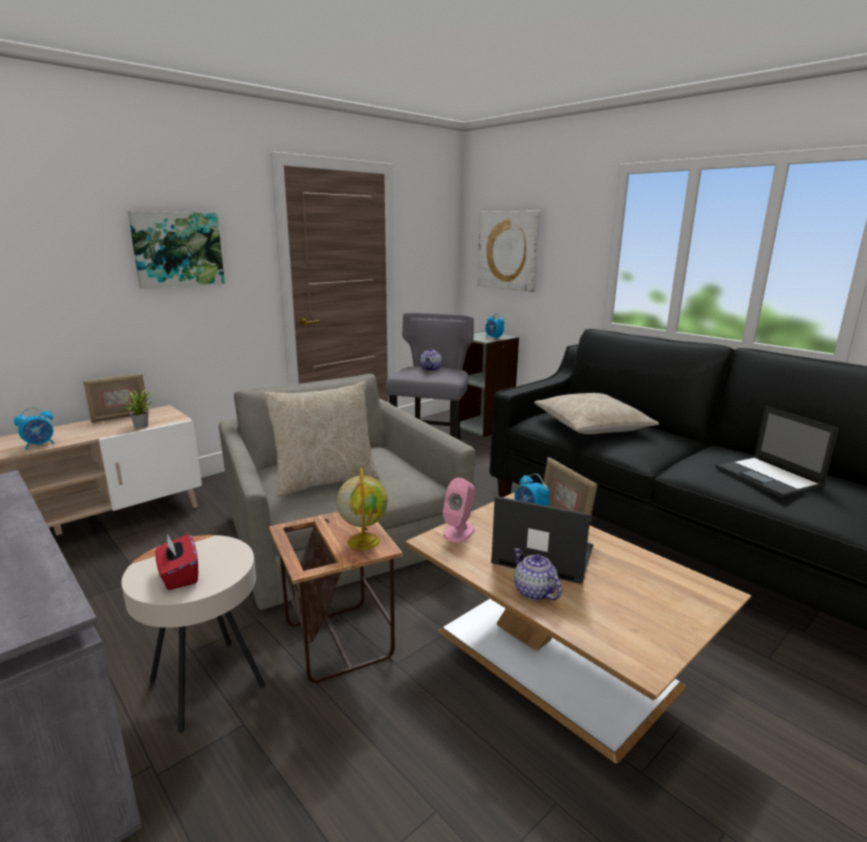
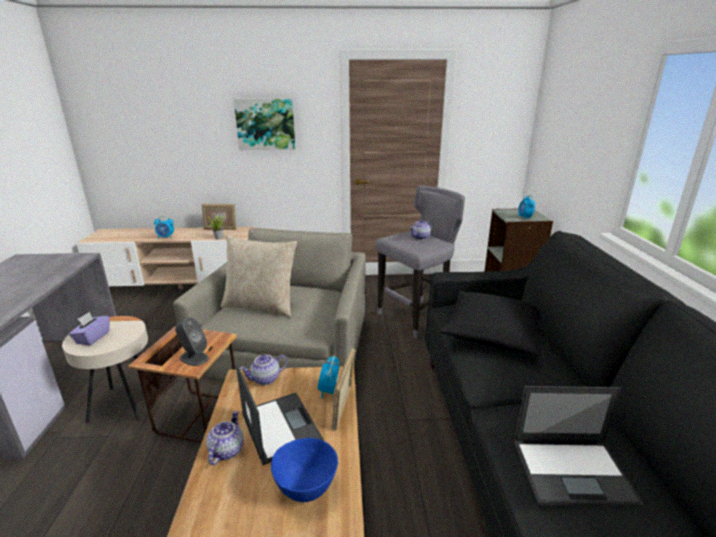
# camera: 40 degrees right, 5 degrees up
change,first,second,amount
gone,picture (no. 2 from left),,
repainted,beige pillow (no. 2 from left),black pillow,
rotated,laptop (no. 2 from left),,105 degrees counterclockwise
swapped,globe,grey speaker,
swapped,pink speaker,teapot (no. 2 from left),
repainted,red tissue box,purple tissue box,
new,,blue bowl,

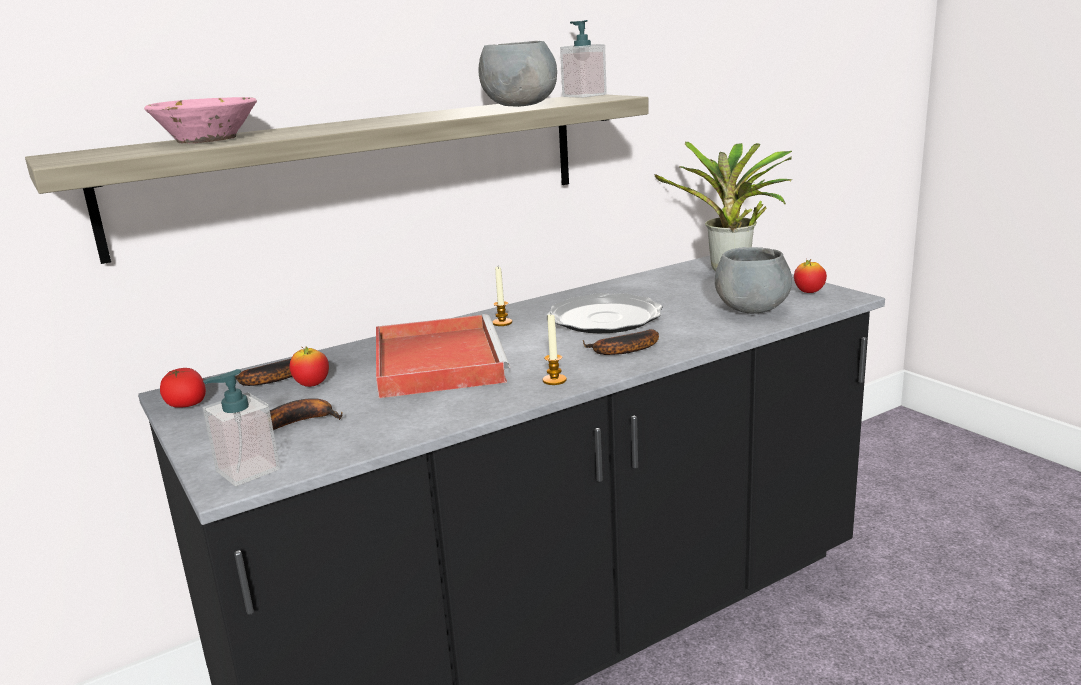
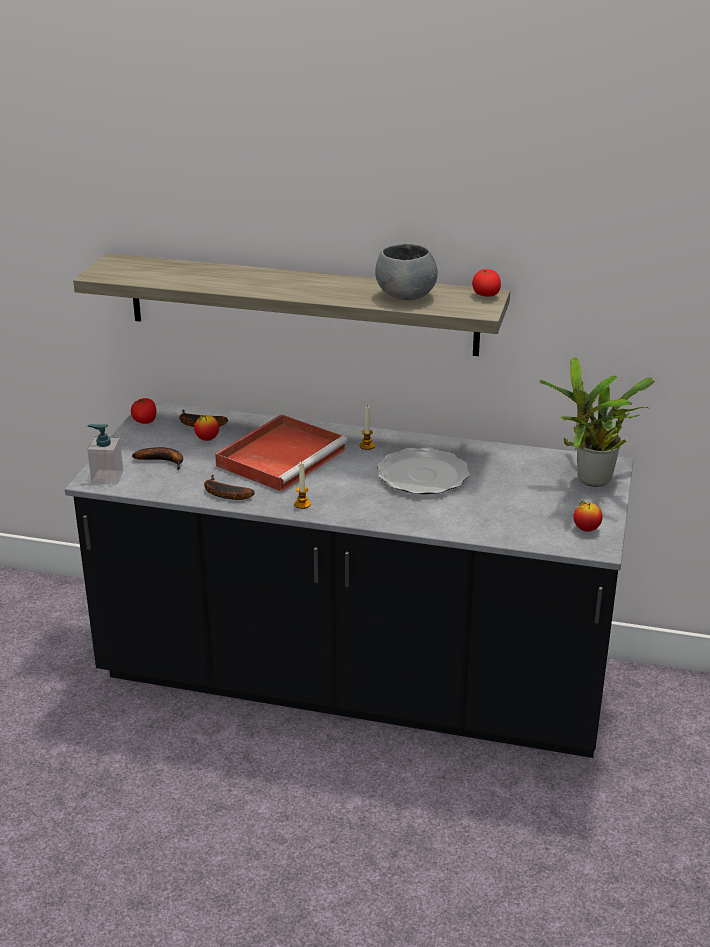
# camera: 45 degrees right, 10 degrees up
change,first,second,amount
swapped,soap dispenser (no. 2 from left),tomato (no. 2 from left),
gone,pink bowl,,
gone,grey bowl (no. 2 from left),,
shifted,banana (no. 3 from left),,

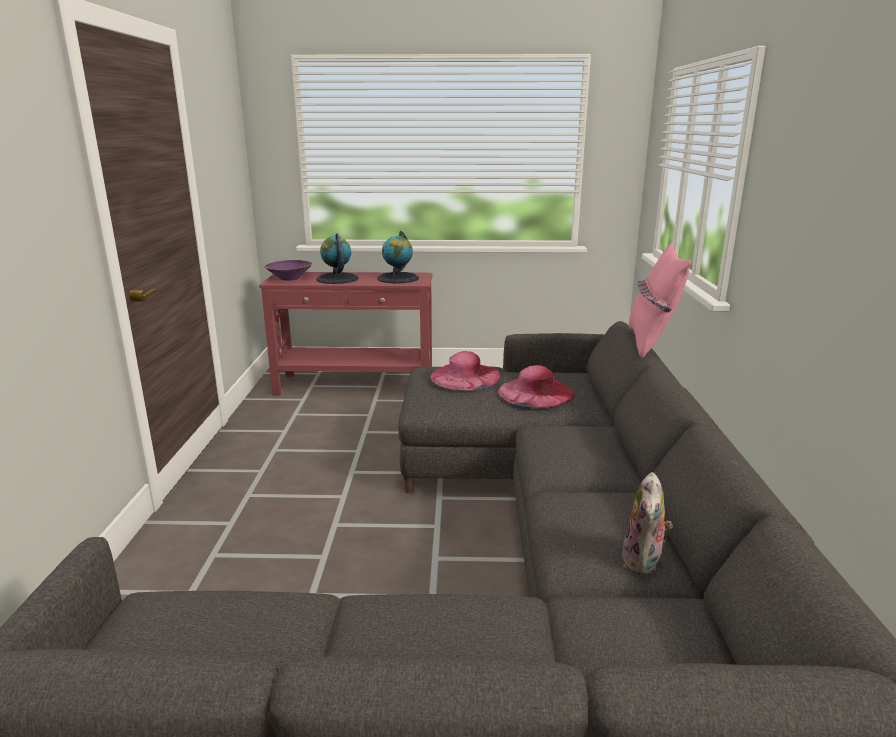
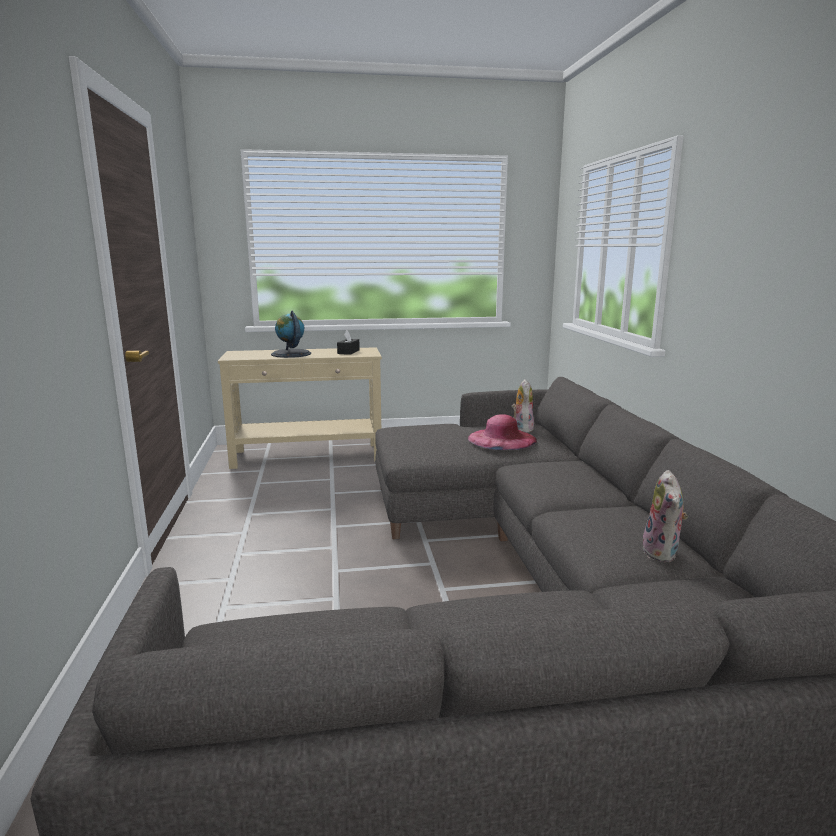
# camera: 10 degrees left, 5 degrees down
change,first,second,amount
swapped,globe (no. 2 from left),black tissue box,
gone,pink pillow,,
gone,purple bowl,,
repainted,red console table,beige console table,
gone,pink hat (no. 1 from left),,
new,,plush toy (no. 1 from left),

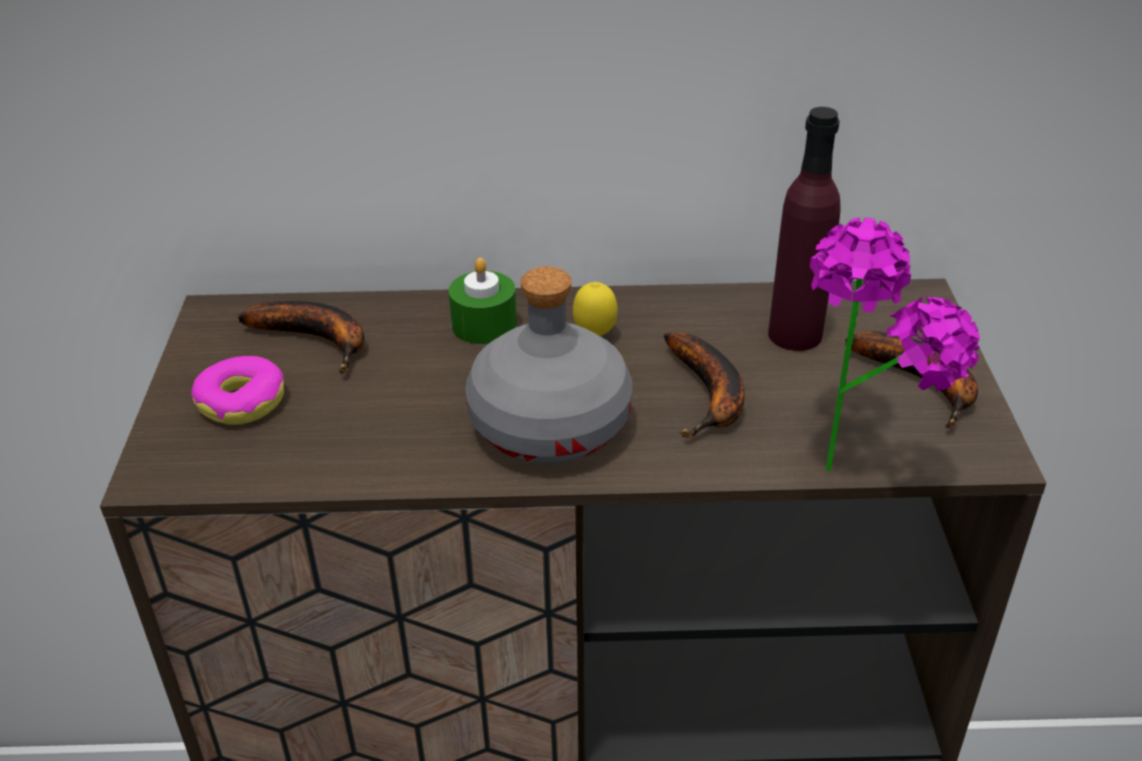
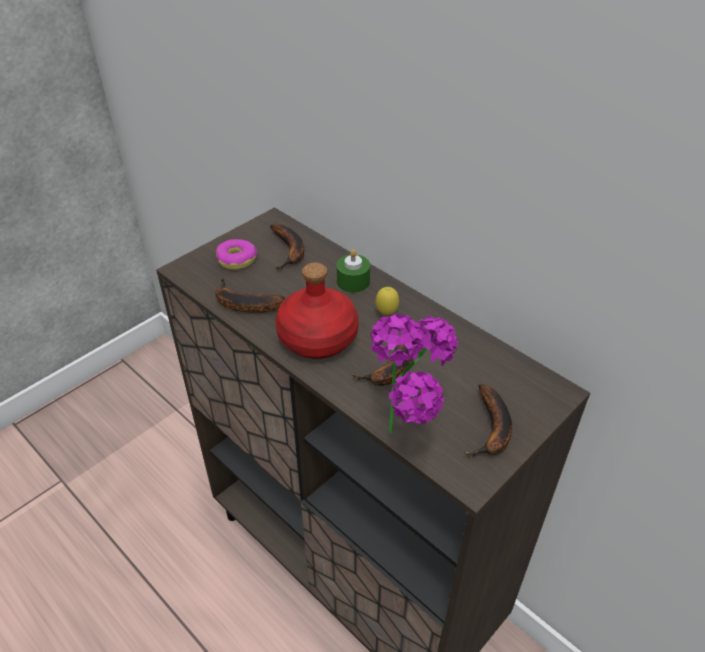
# camera: 45 degrees right, 5 degrees up
change,first,second,amount
gone,purple bottle,,
repainted,grey bottle,red bottle,
new,,banana (no. 1 from left),

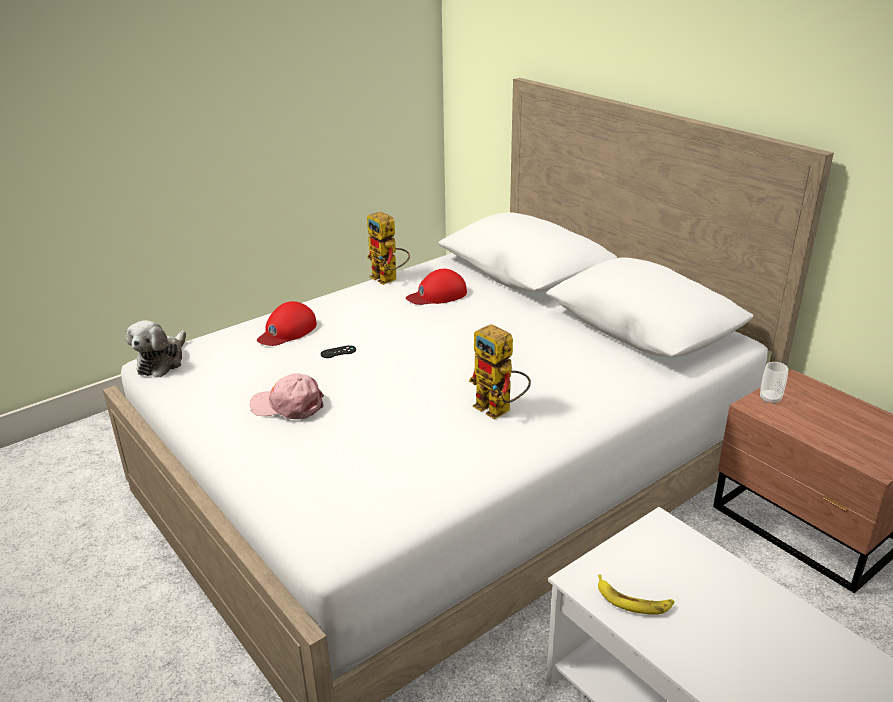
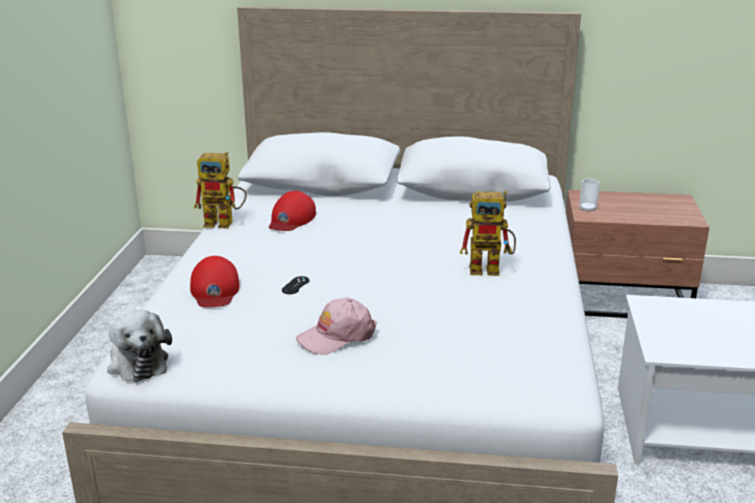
# camera: 45 degrees left, 5 degrees down
change,first,second,amount
gone,banana,,

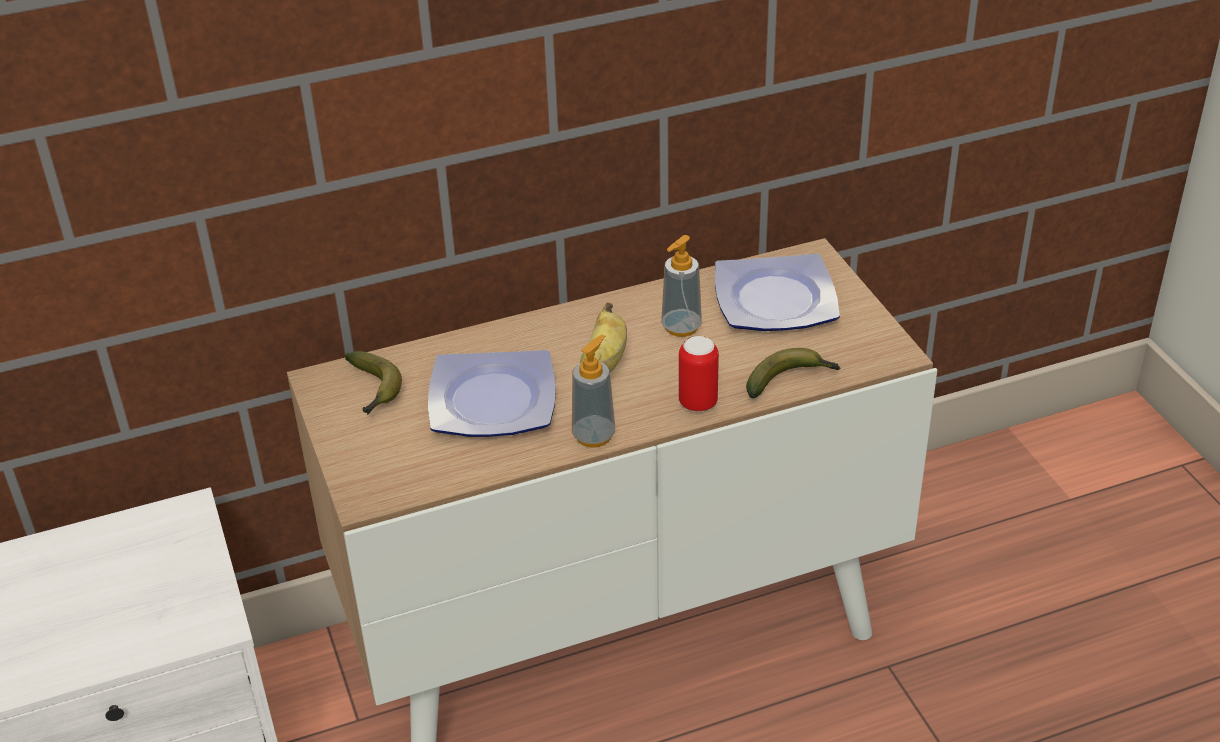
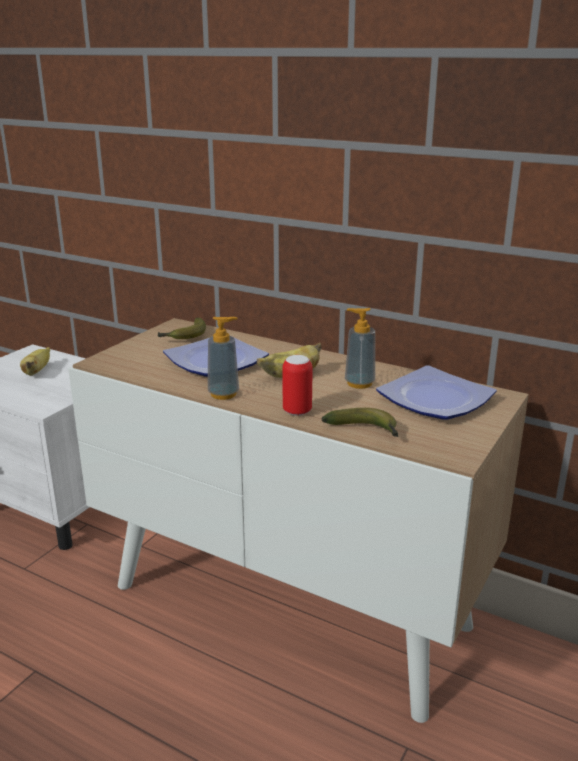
# camera: 50 degrees right, 15 degrees down
change,first,second,amount
new,,banana (no. 1 from left),

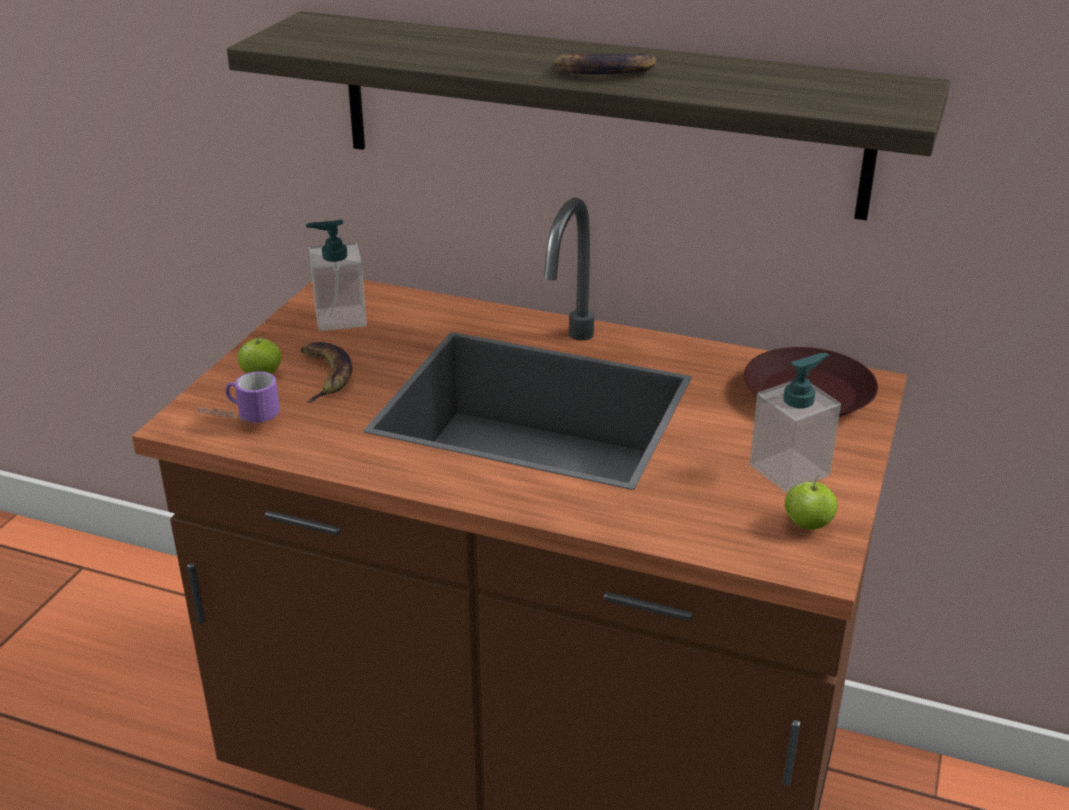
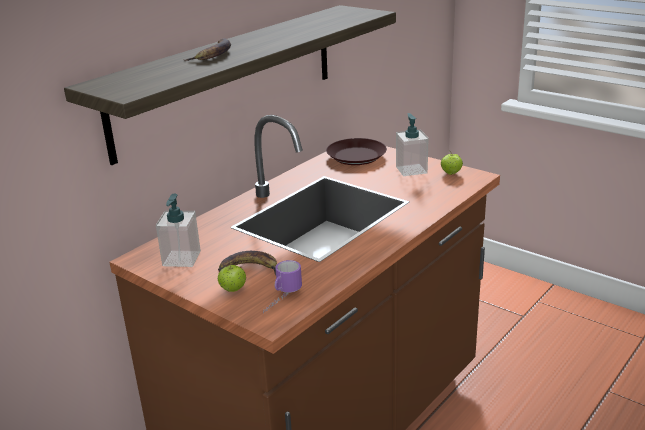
# camera: 70 degrees left, 5 degrees down
change,first,second,amount
shifted,banana (no. 2 from left in the first image),banana (no. 1 from left),

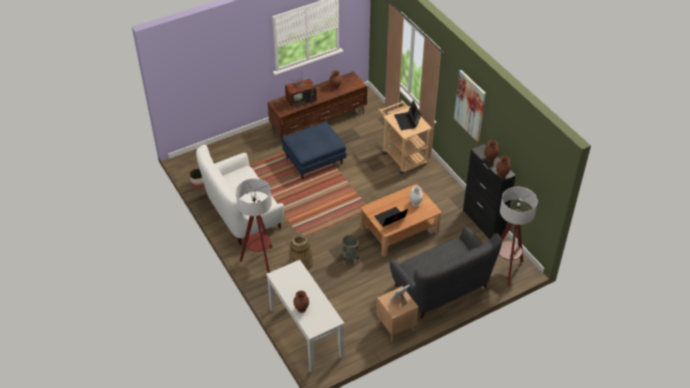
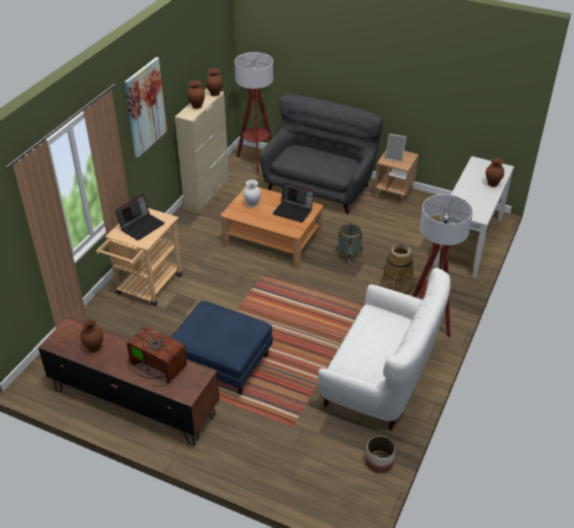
# camera: 125 degrees left, 5 degrees down
change,first,second,amount
repainted,black cabinet,beige cabinet,

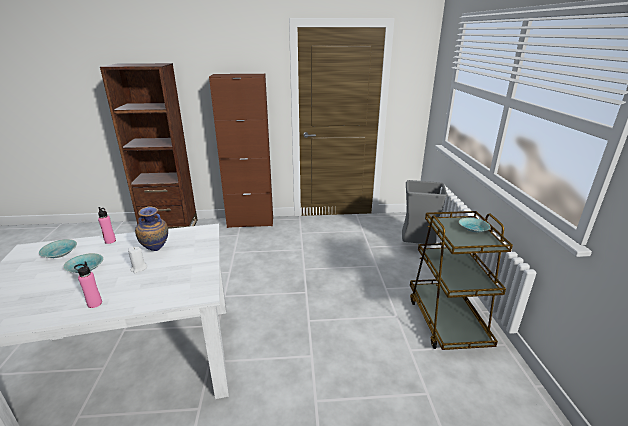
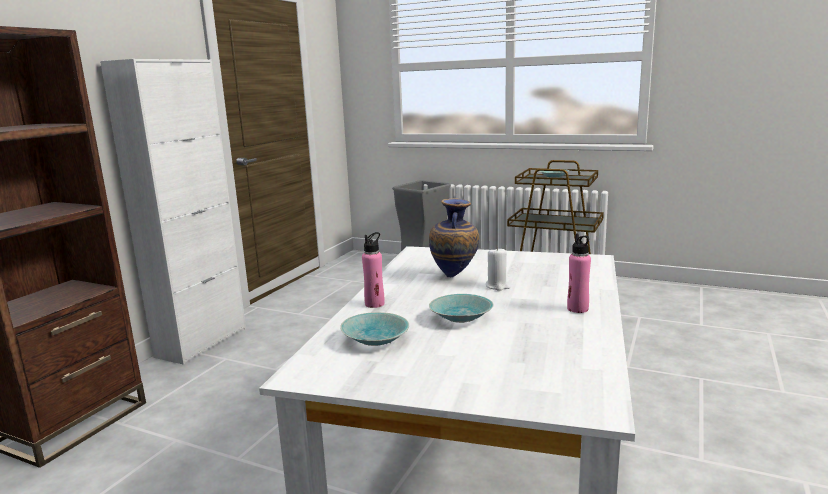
# camera: 60 degrees left, 10 degrees down
change,first,second,amount
repainted,brown cabinet,white cabinet,

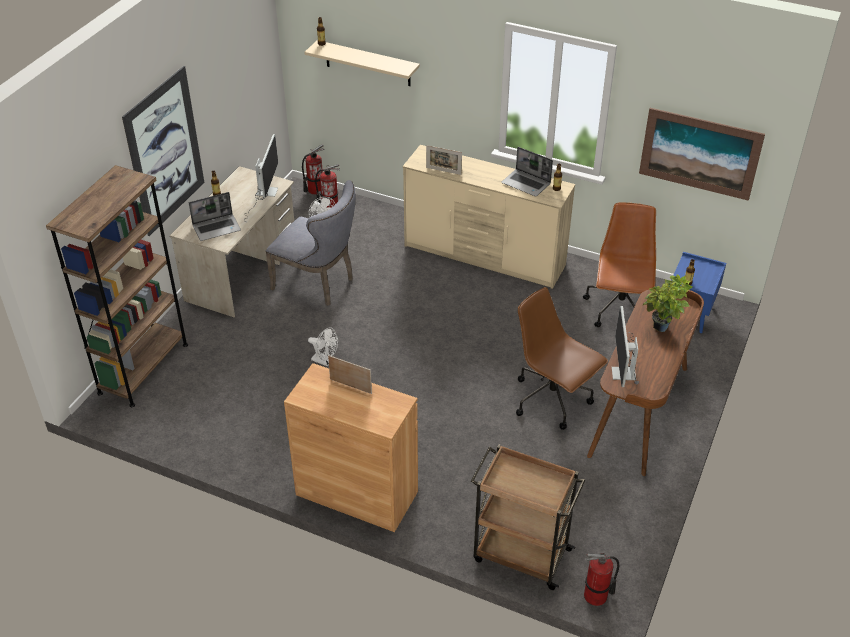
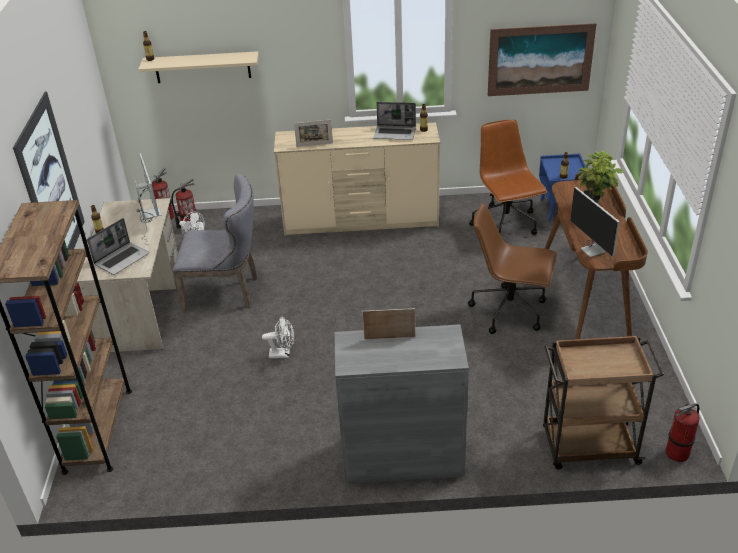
# camera: 25 degrees left, 5 degrees down
change,first,second,amount
repainted,brown cabinet,grey cabinet,

